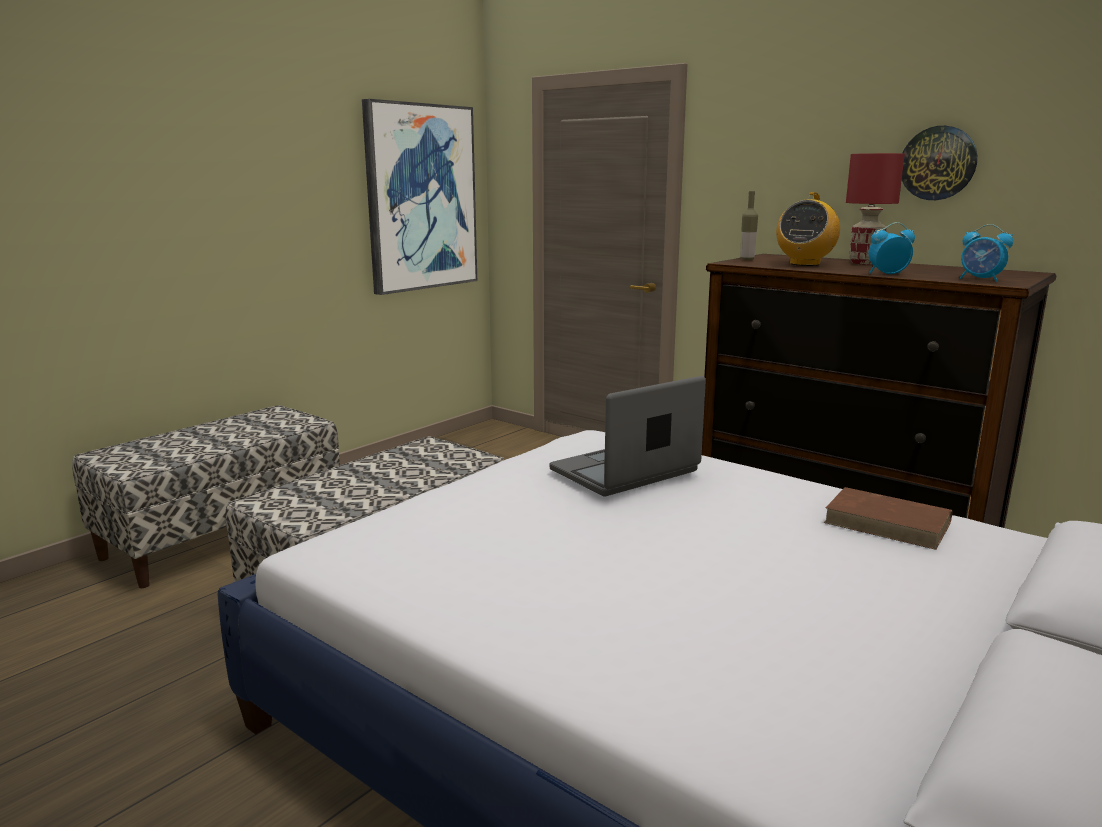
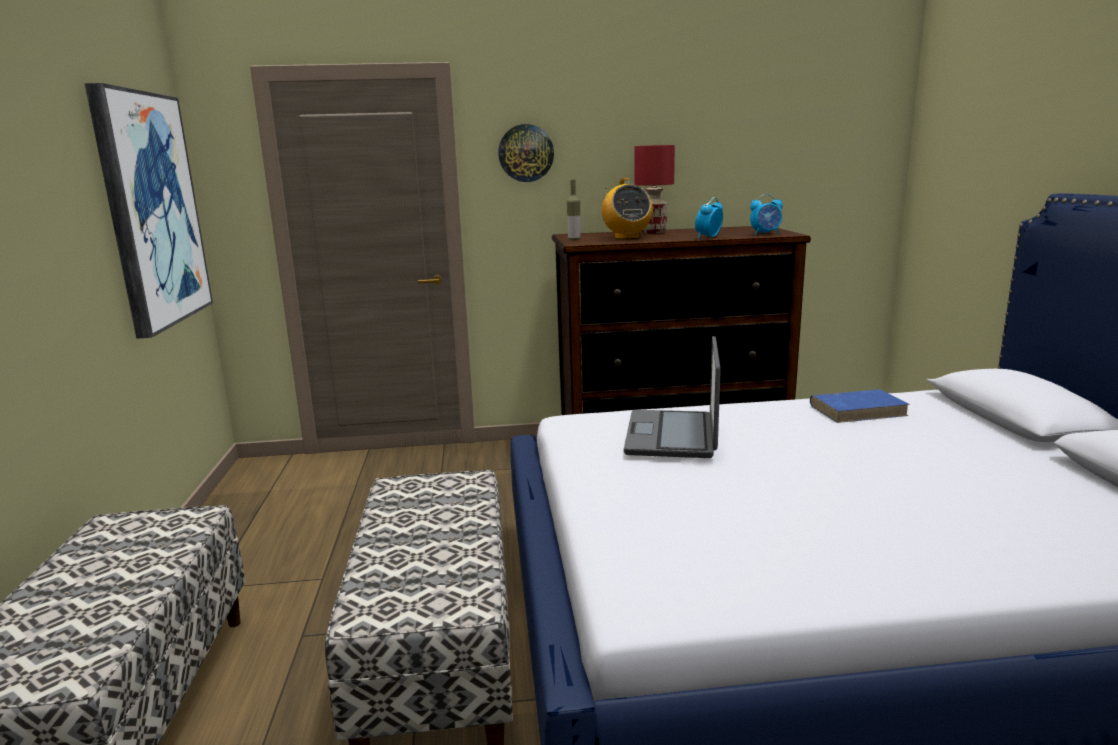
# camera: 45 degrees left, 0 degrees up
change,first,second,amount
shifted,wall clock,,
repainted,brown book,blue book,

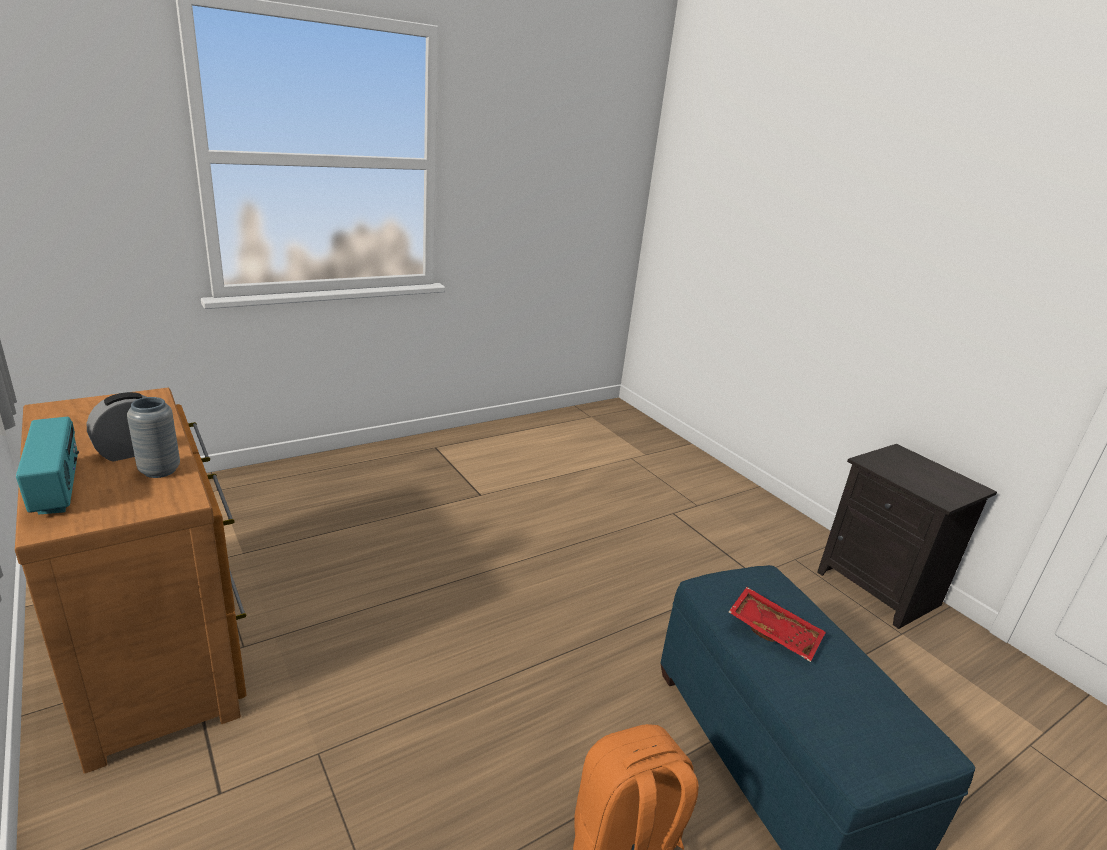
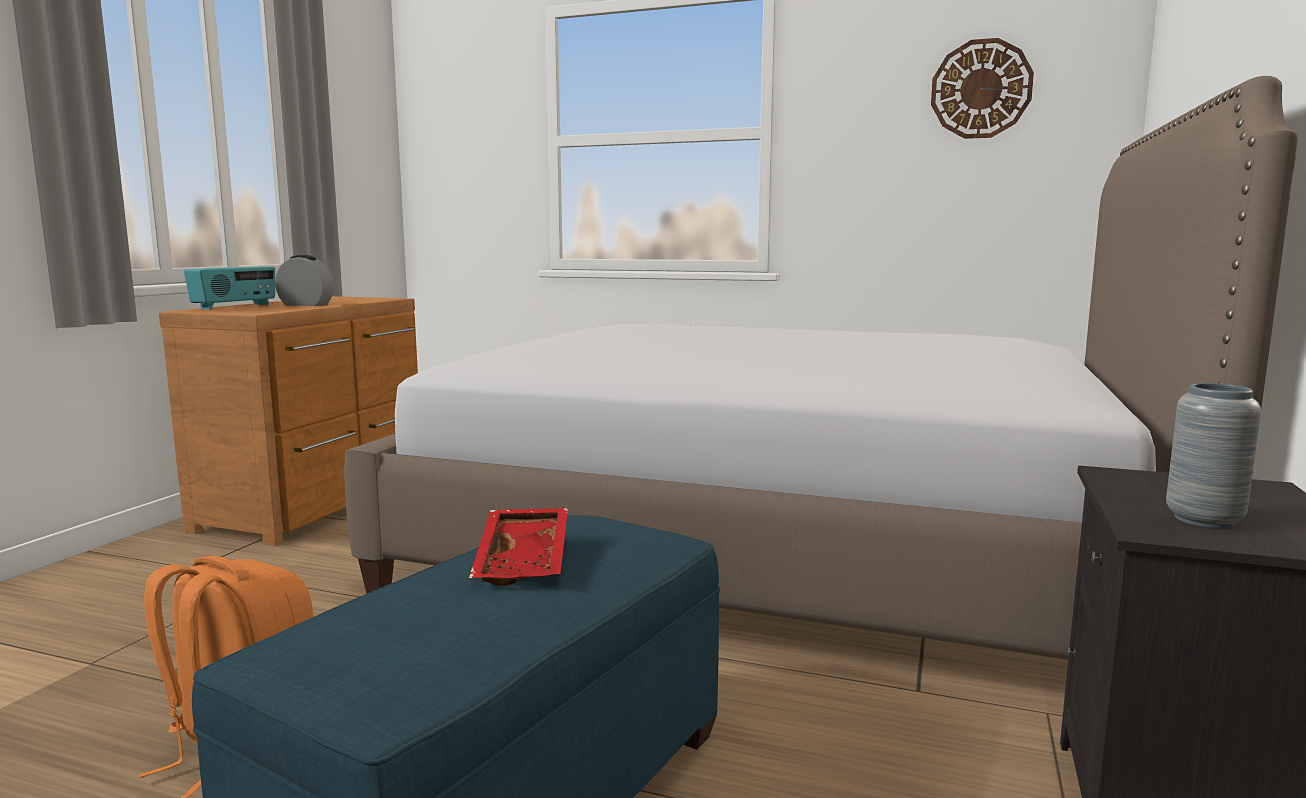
# camera: 55 degrees right, 15 degrees down
change,first,second,amount
shifted,grey vase,,
new,,wall clock,
new,,bed,

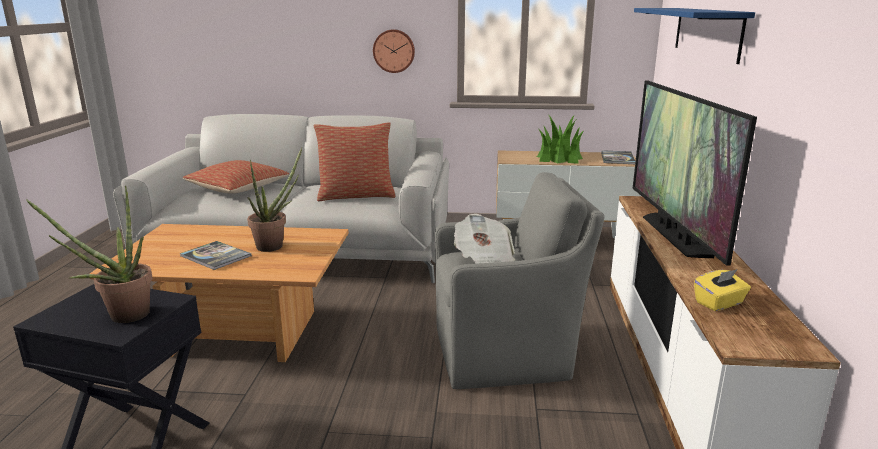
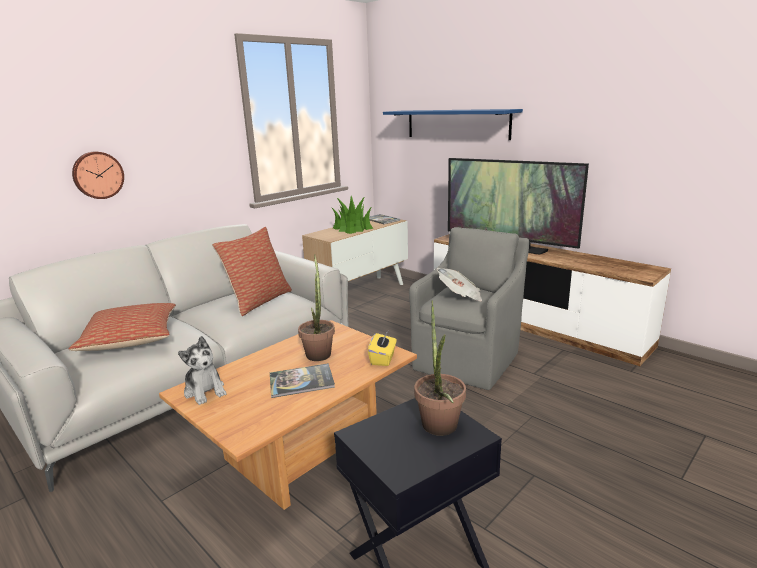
# camera: 50 degrees left, 0 degrees up
change,first,second,amount
shifted,wall clock,,
shifted,yellow tissue box,,
new,,plush toy,

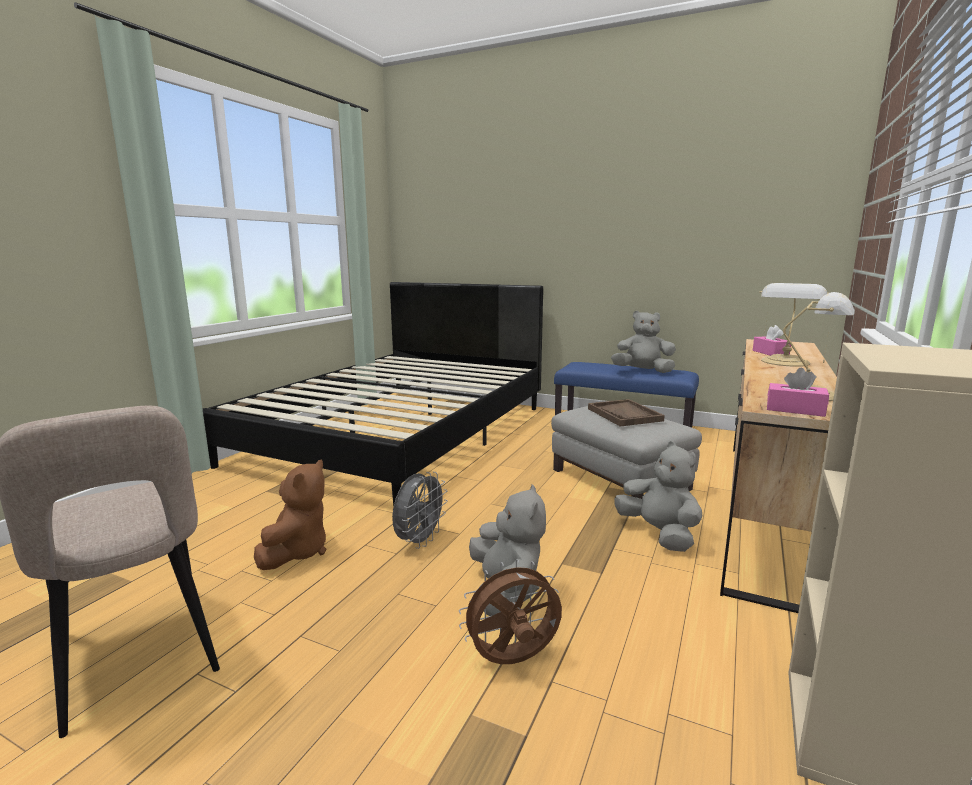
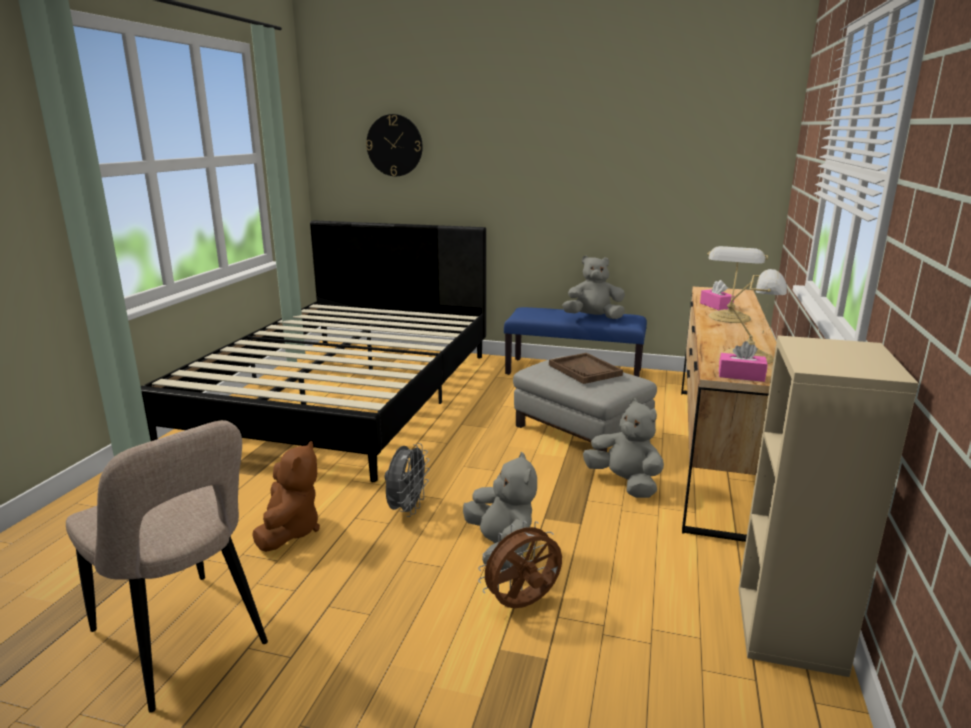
# camera: 10 degrees left, 5 degrees up
change,first,second,amount
new,,wall clock,

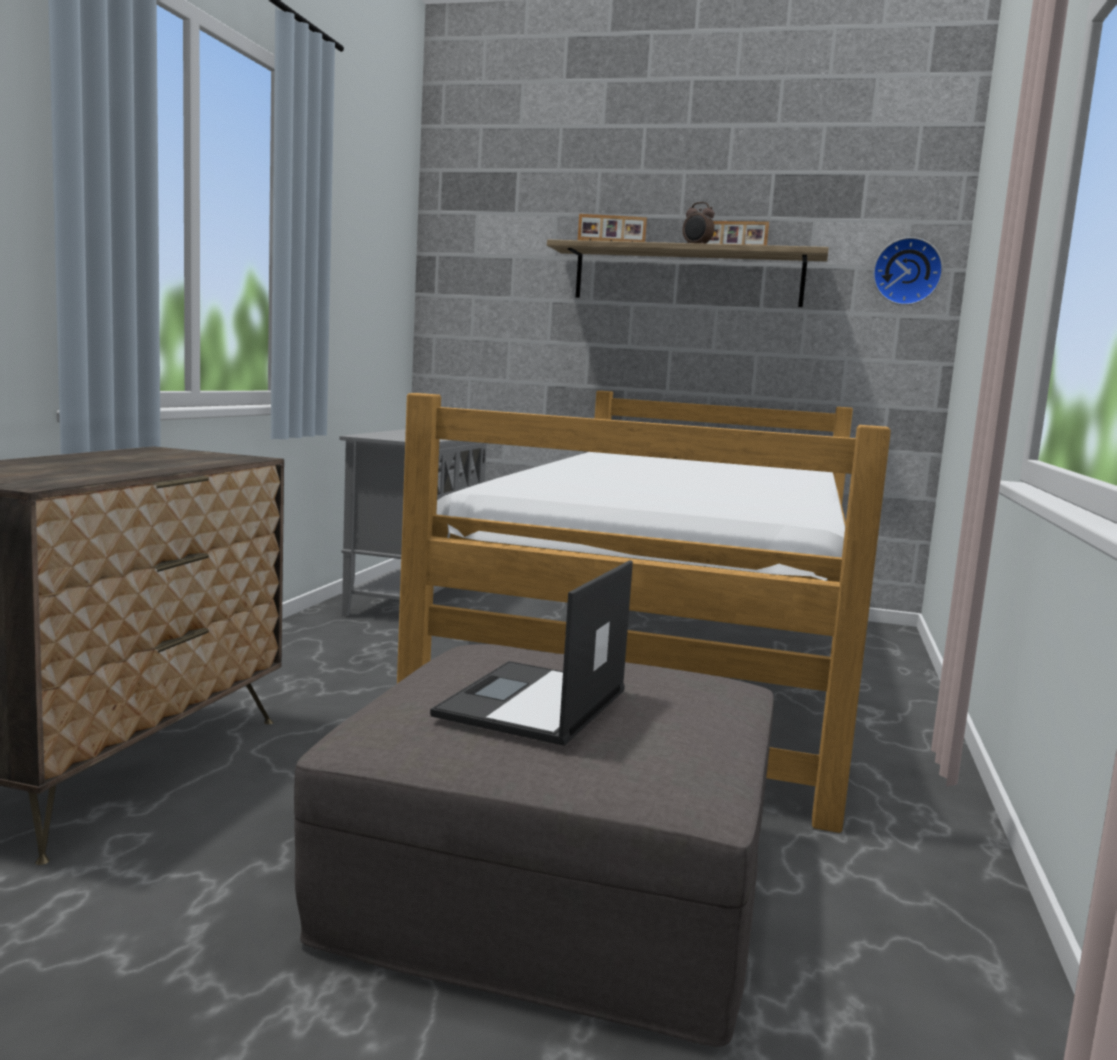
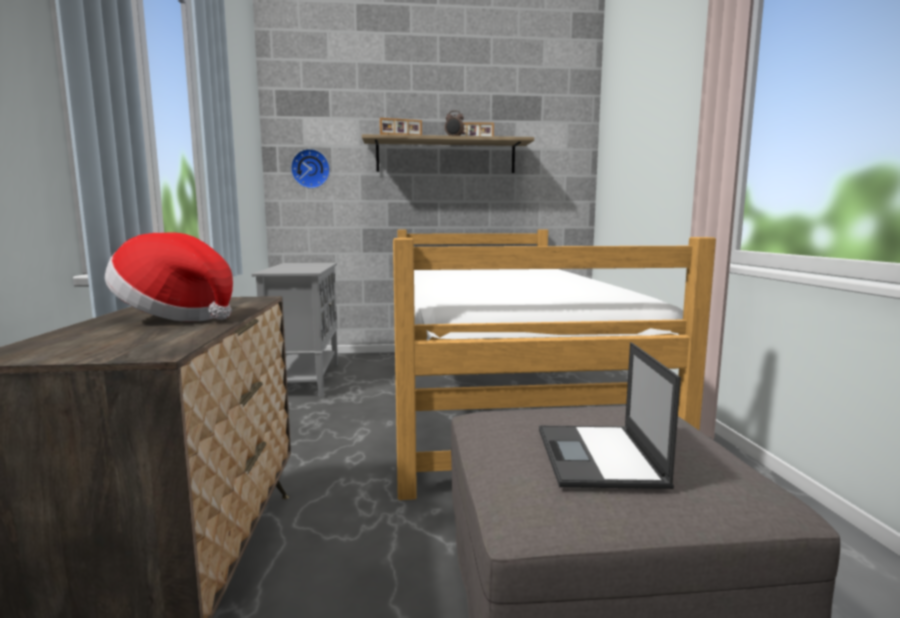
# camera: 20 degrees left, 0 degrees up
change,first,second,amount
shifted,wall clock,,
new,,hat,

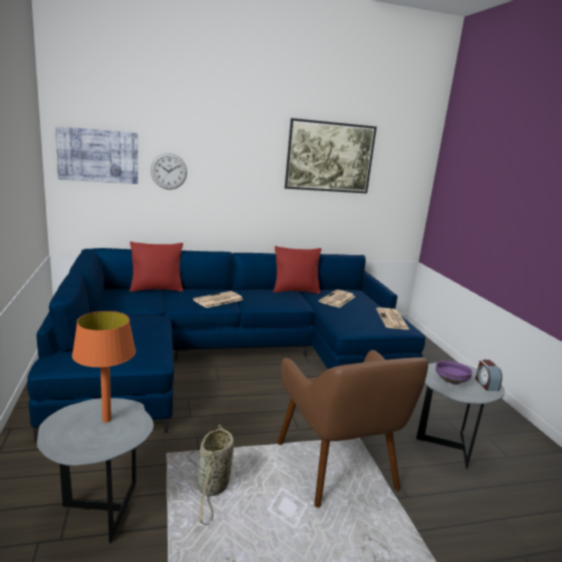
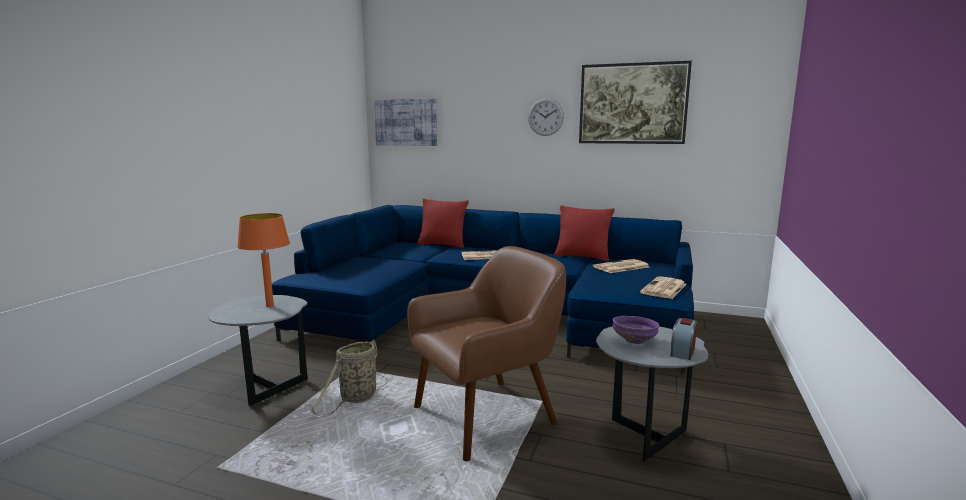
# camera: 35 degrees right, 5 degrees down
change,first,second,amount
shifted,wall clock,,
rotated,brown armchair,,135 degrees counterclockwise

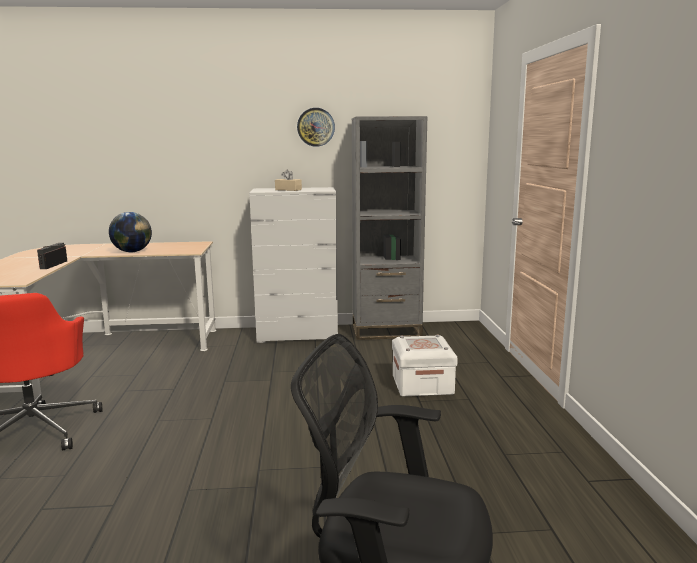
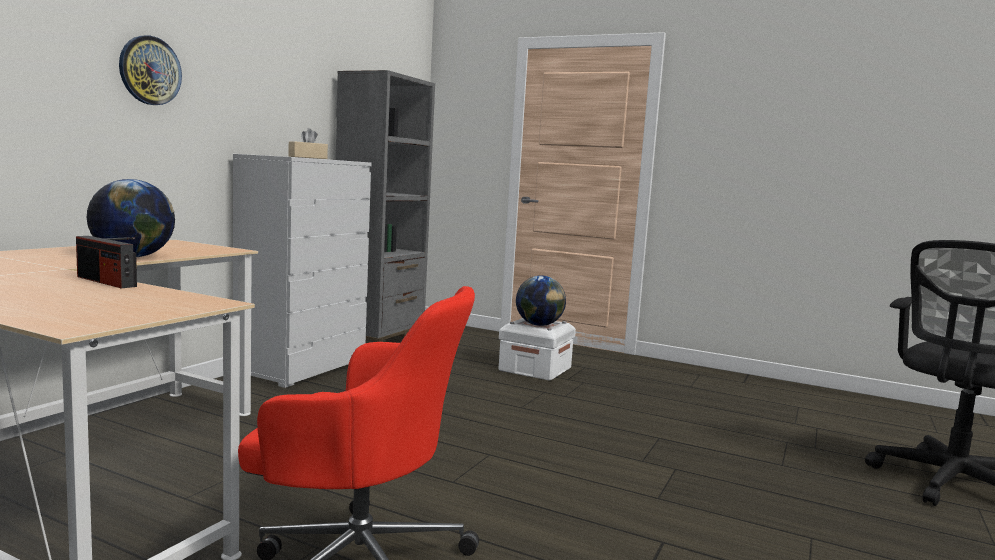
# camera: 60 degrees left, 5 degrees down
change,first,second,amount
shifted,wall clock,,
new,,globe (no. 2 from left),

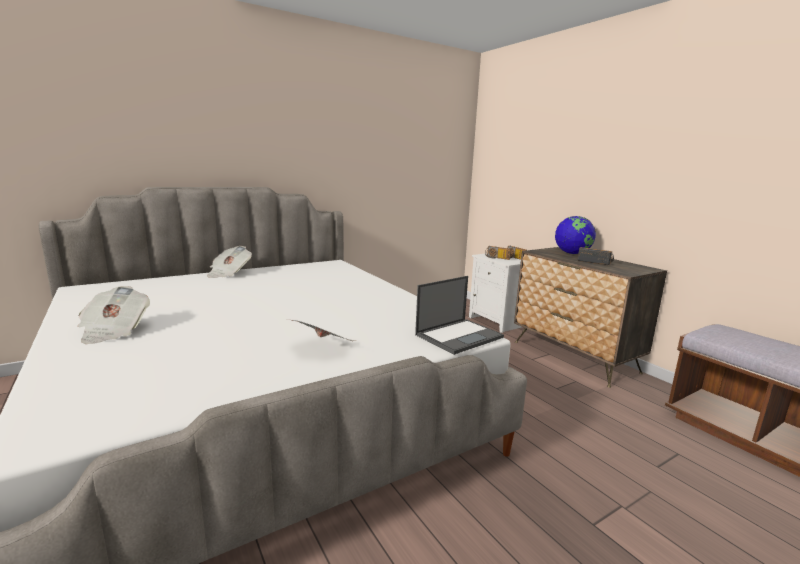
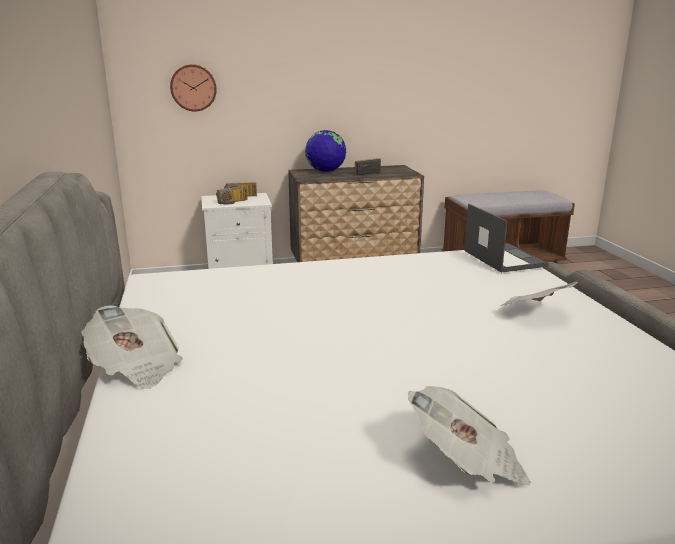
# camera: 70 degrees left, 5 degrees up
change,first,second,amount
new,,wall clock,

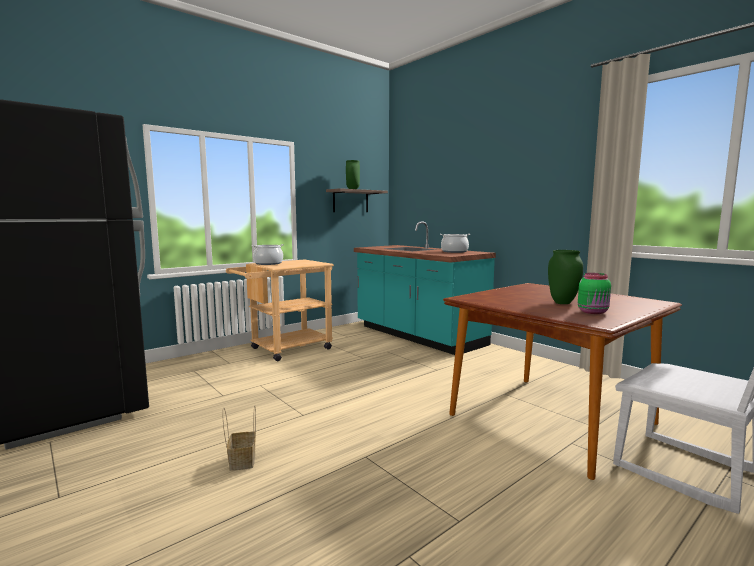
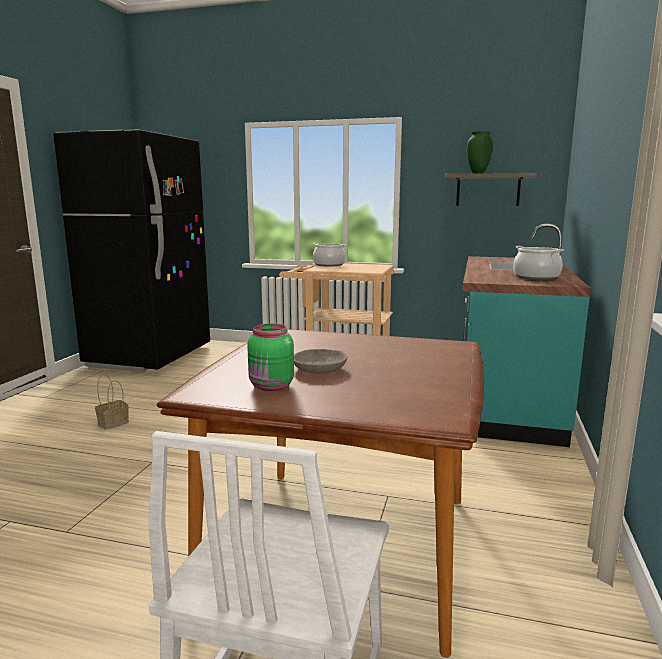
# camera: 55 degrees right, 5 degrees up
change,first,second,amount
swapped,green vase (no. 2 from left),grey bowl,

